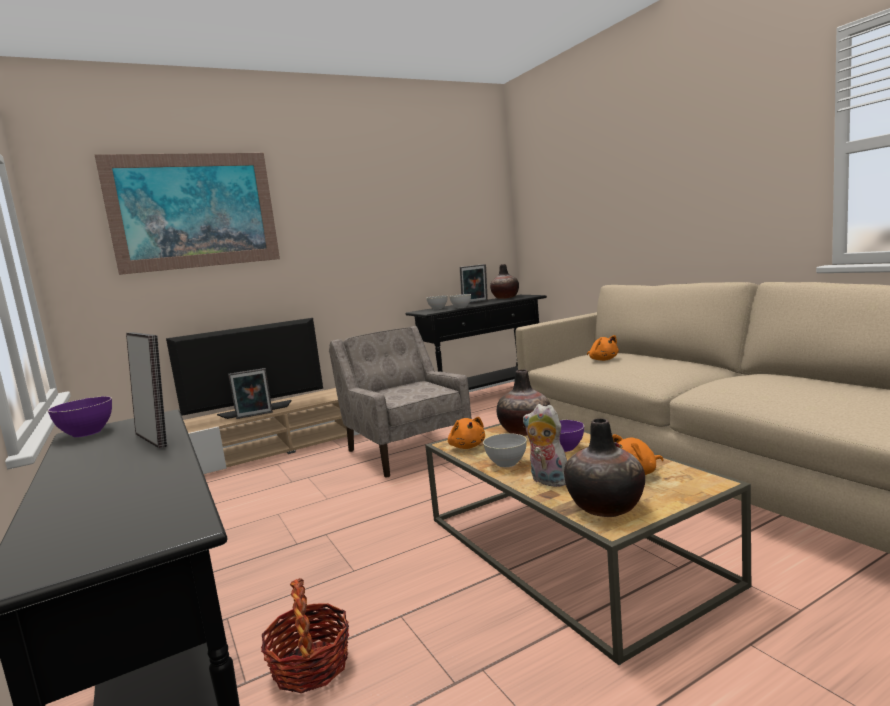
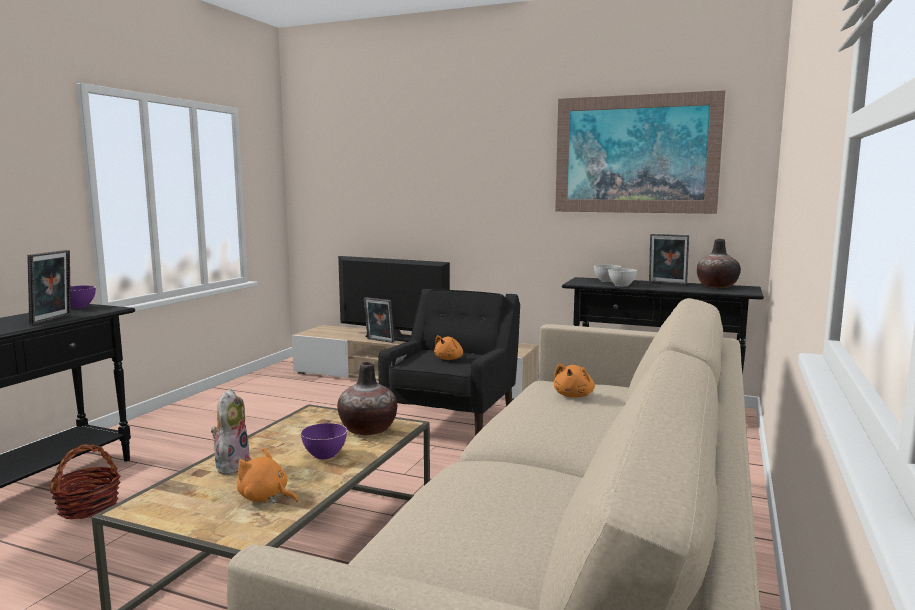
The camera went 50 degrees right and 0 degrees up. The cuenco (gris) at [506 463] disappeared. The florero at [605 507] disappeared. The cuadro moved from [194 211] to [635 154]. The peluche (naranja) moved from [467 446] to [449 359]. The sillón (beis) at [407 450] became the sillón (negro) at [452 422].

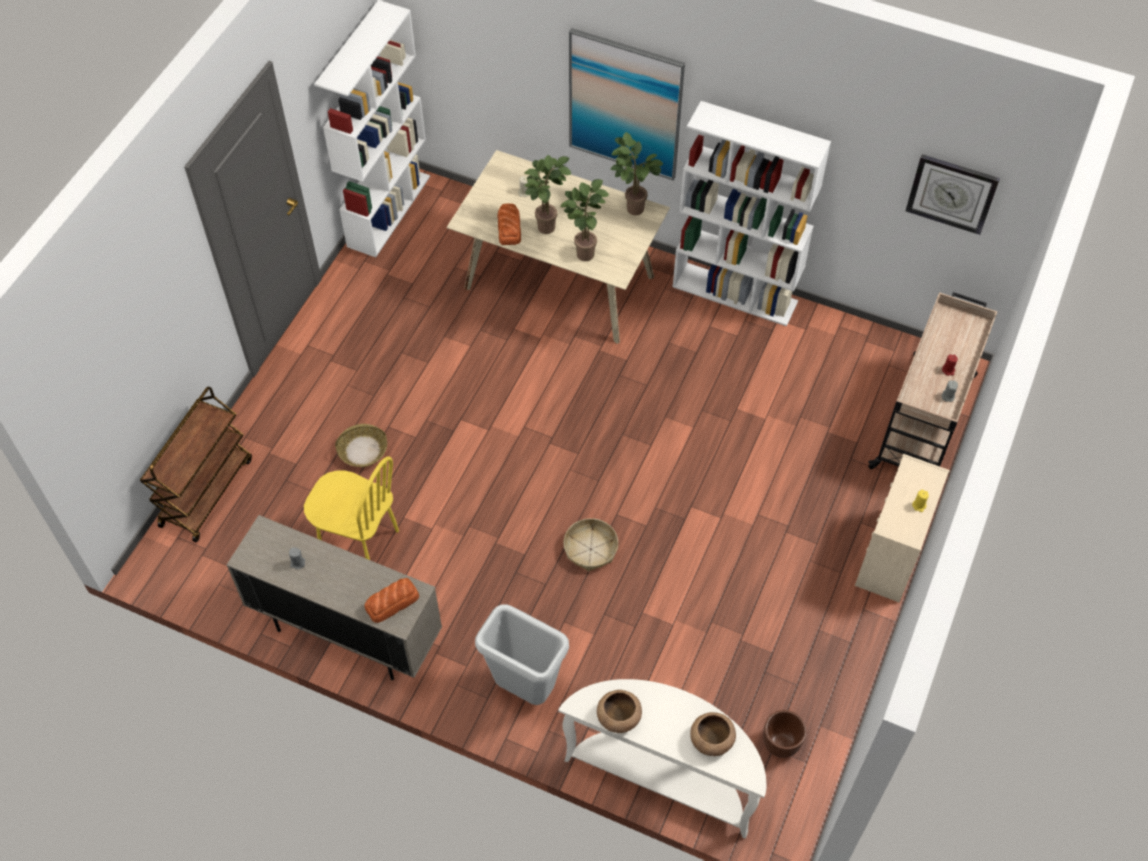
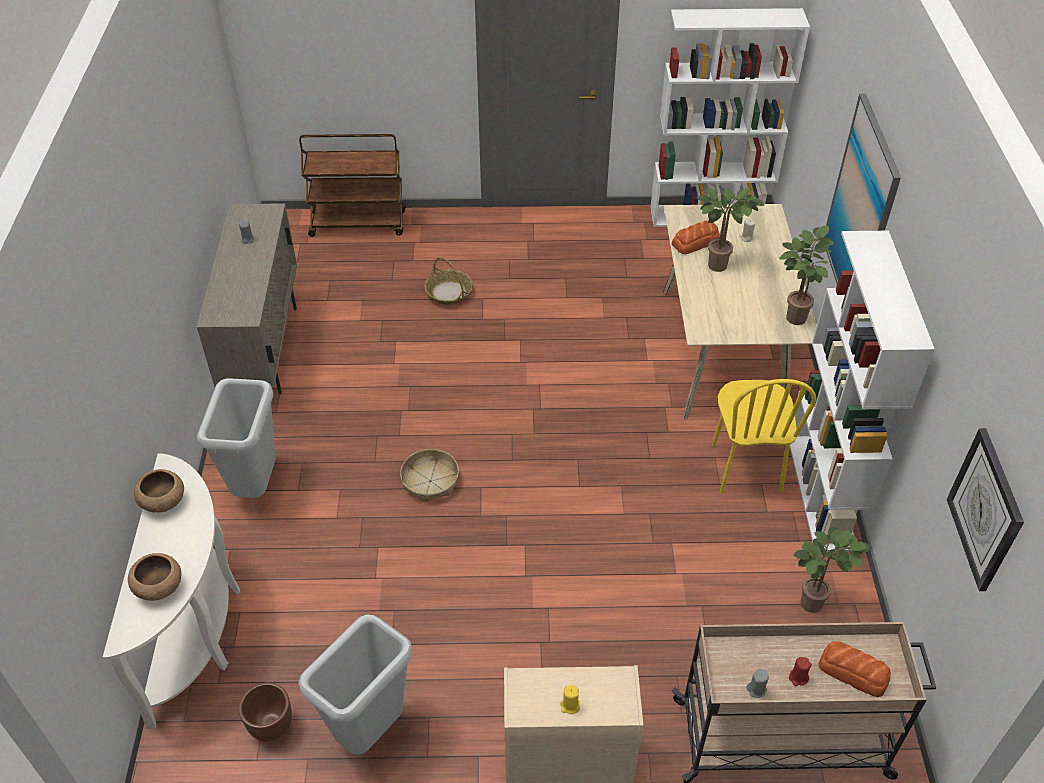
The camera went 65 degrees right and 10 degrees down. The papelera (gris) at [371 732] appeared. The silla (amarillo) moved from [359 543] to [745 467]. The pan moved from [393 602] to [854 673]. The planta en maceta moved from [584 252] to [813 601].

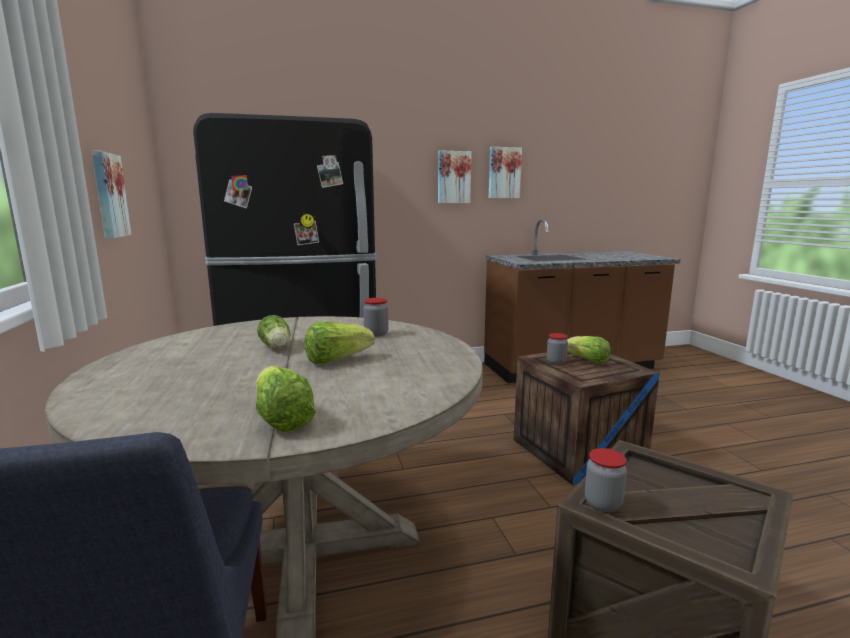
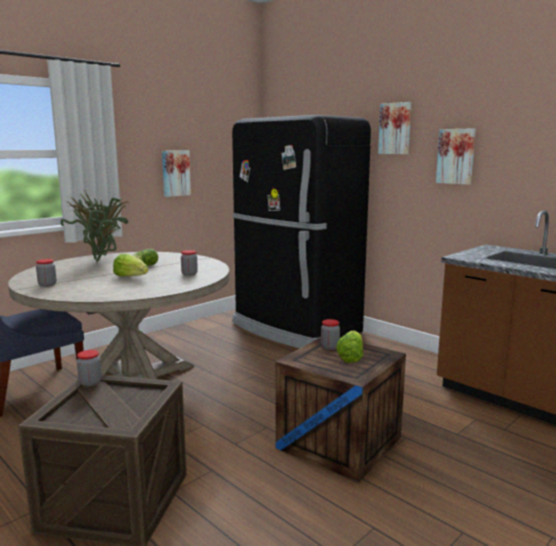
The camera went 60 degrees right and 0 degrees up. The planta en maceta at [103 260] appeared. The cuadro moved from [504 173] to [395 128]. The lechuga at [282 419] was replaced by the tarro at [47 285].

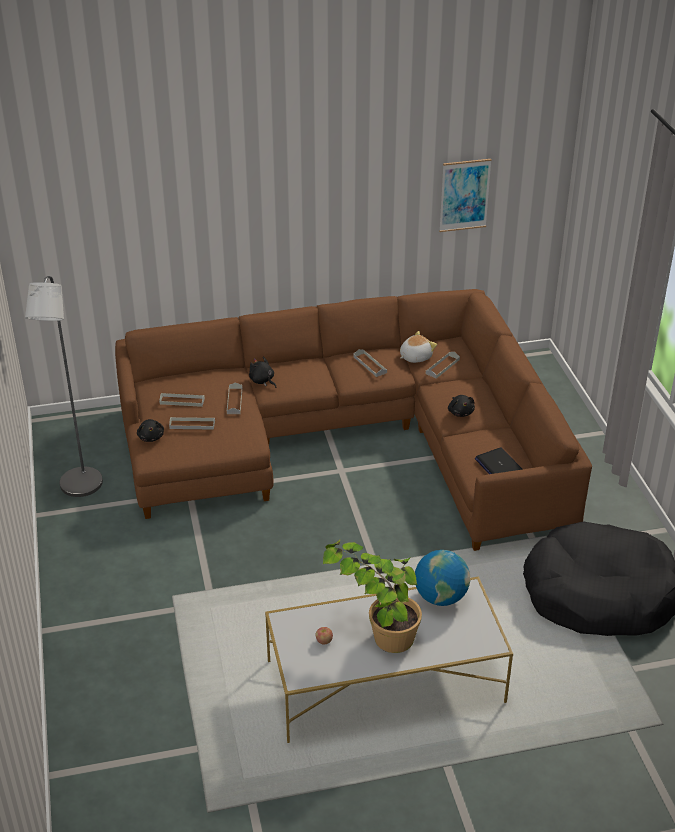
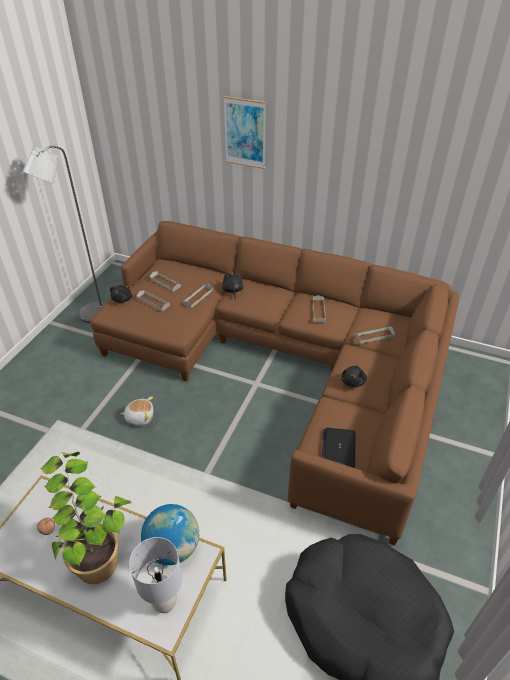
The camera went 35 degrees right and 5 degrees up. The lámpara de mesa (gris) at [164 603] appeared. The peluche moved from [415 357] to [140 417]. The cuadro moved from [464 195] to [245 133].

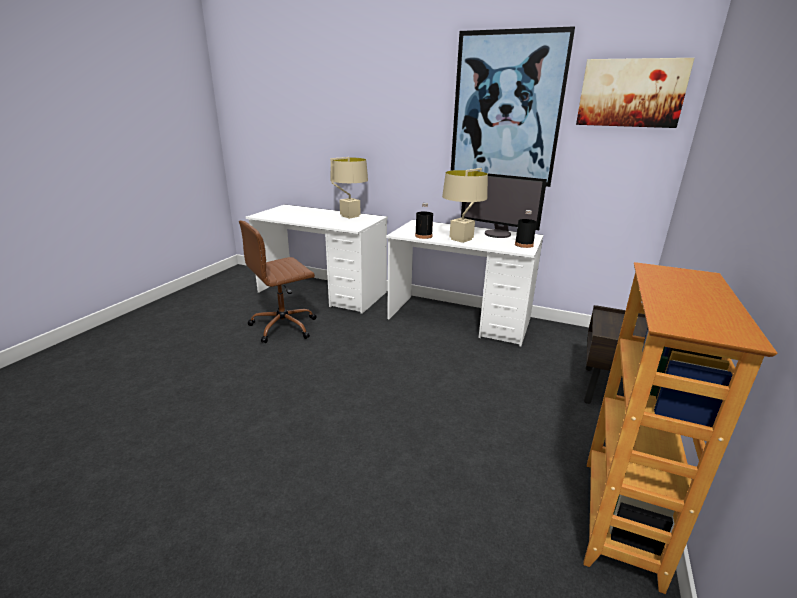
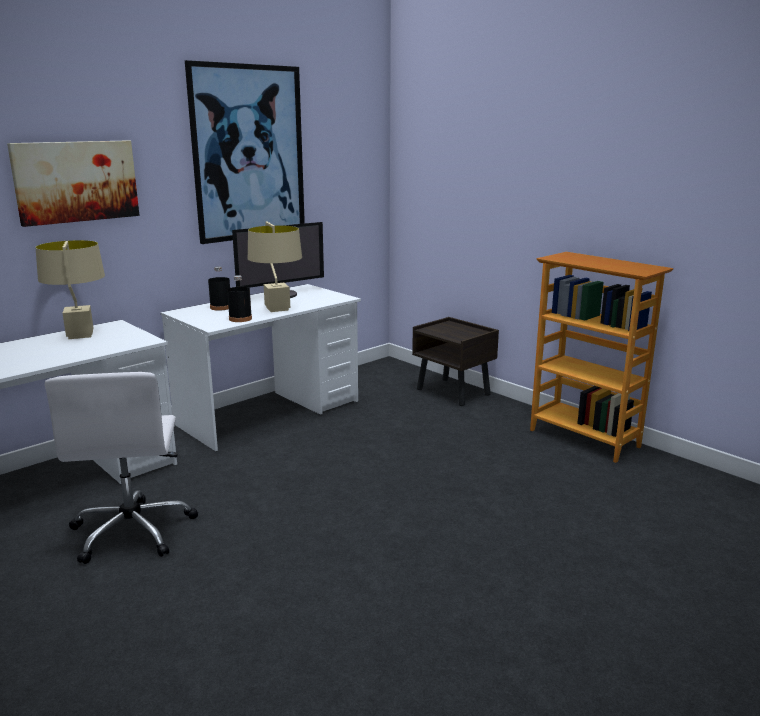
The camera went 65 degrees left and 5 degrees down. The botella (negro) moved from [524 245] to [221 307]. The cuadro moved from [631 93] to [76 181]. The silla de oficina (marrón) at [284 326] became the silla de oficina (blanco) at [133 530].

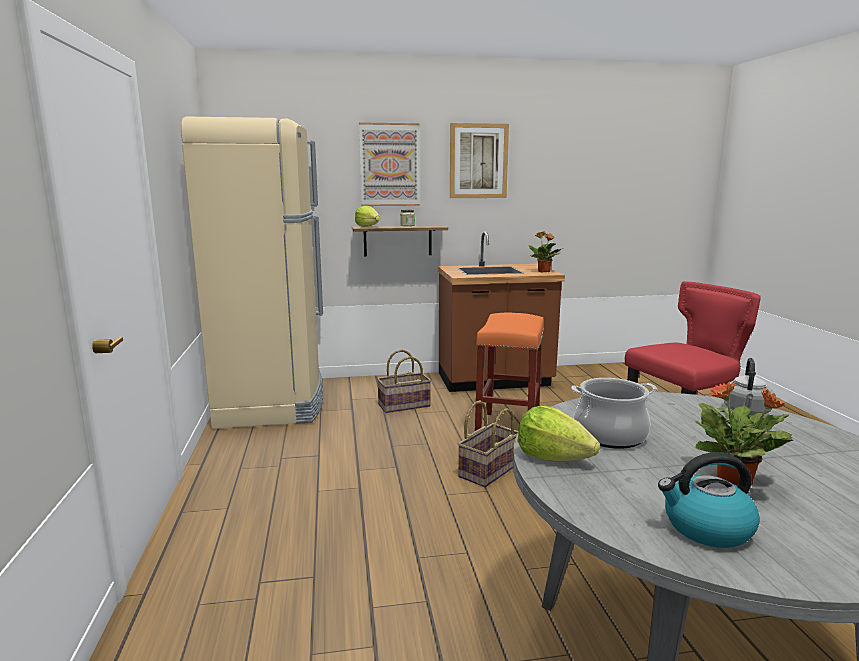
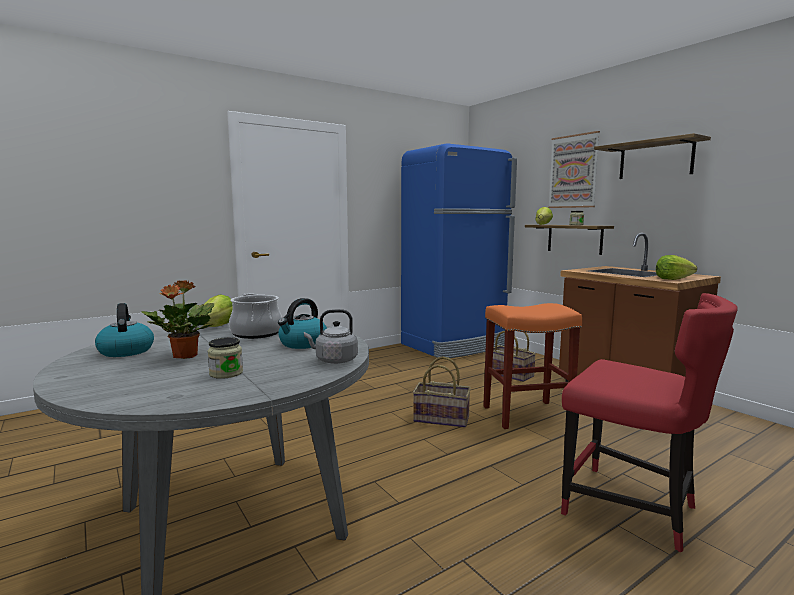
The camera went 65 degrees right and 5 degrees down. The tarro at [226 373] appeared. The hervidor at [303 344] appeared. The cuadro at [478 161] was replaced by the estante at [655 160]. The planta en maceta at [544 271] was replaced by the lechuga at [672 279]. The nevera (beis) at [272 402] became the nevera (azul) at [455 345].

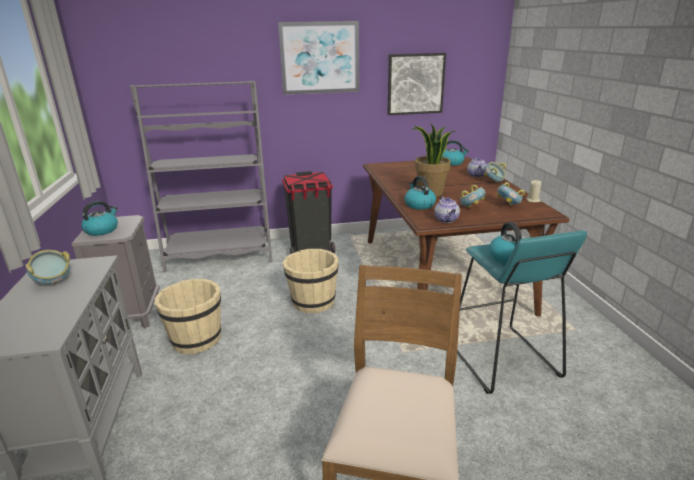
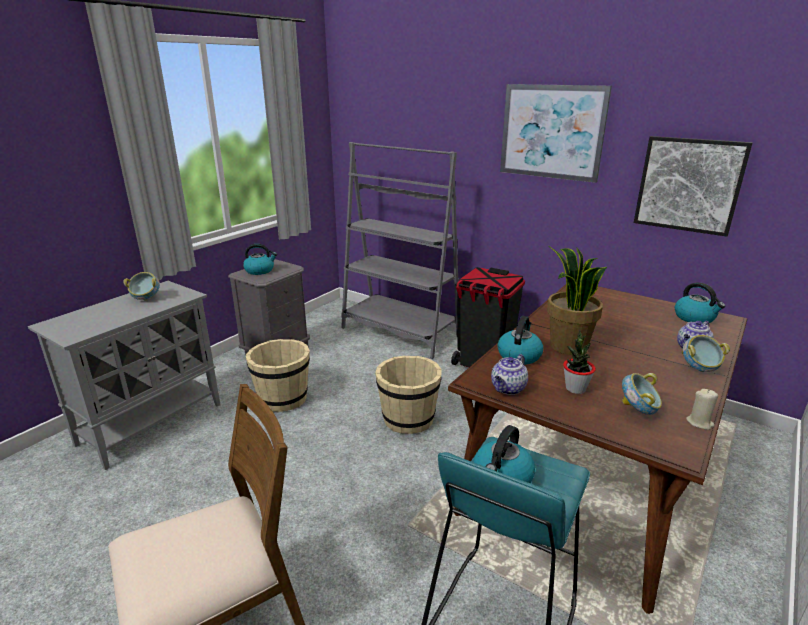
The camera went 45 degrees right and 0 degrees up. The cuenco at [471 208] was replaced by the planta en maceta at [575 388].

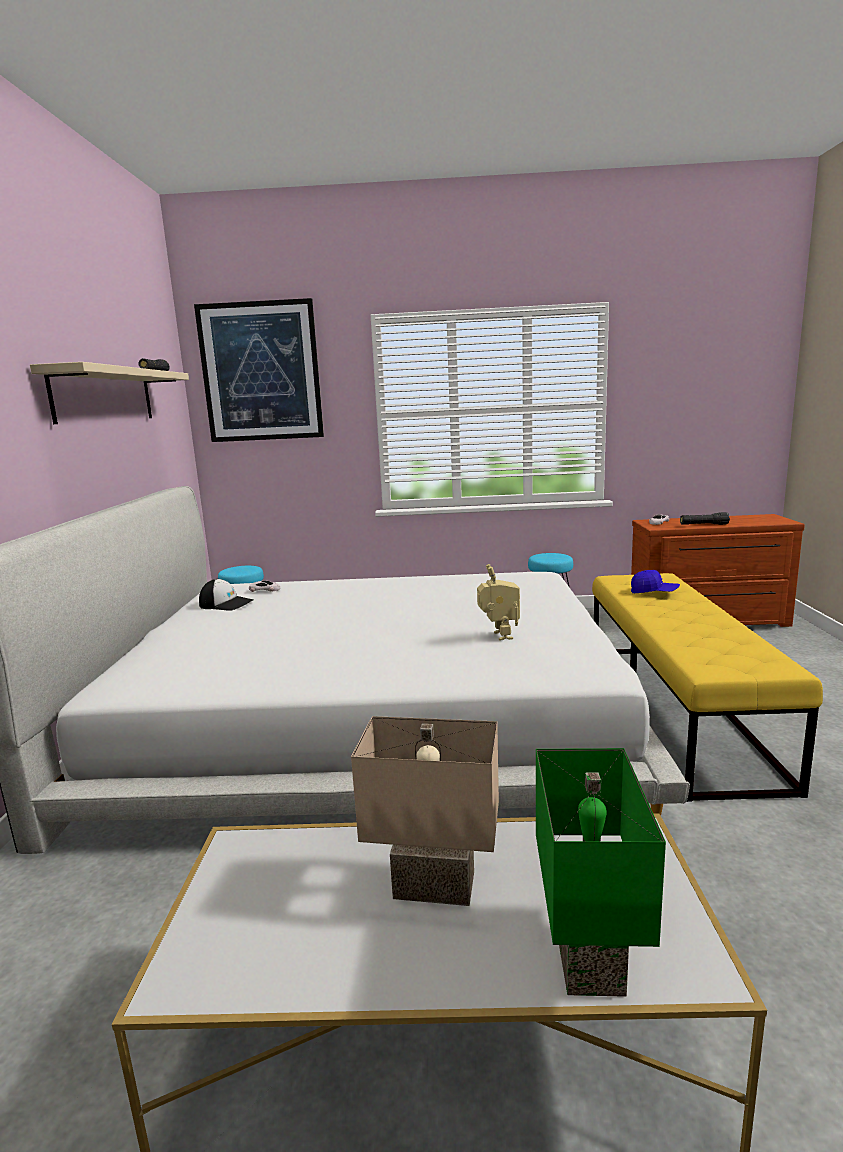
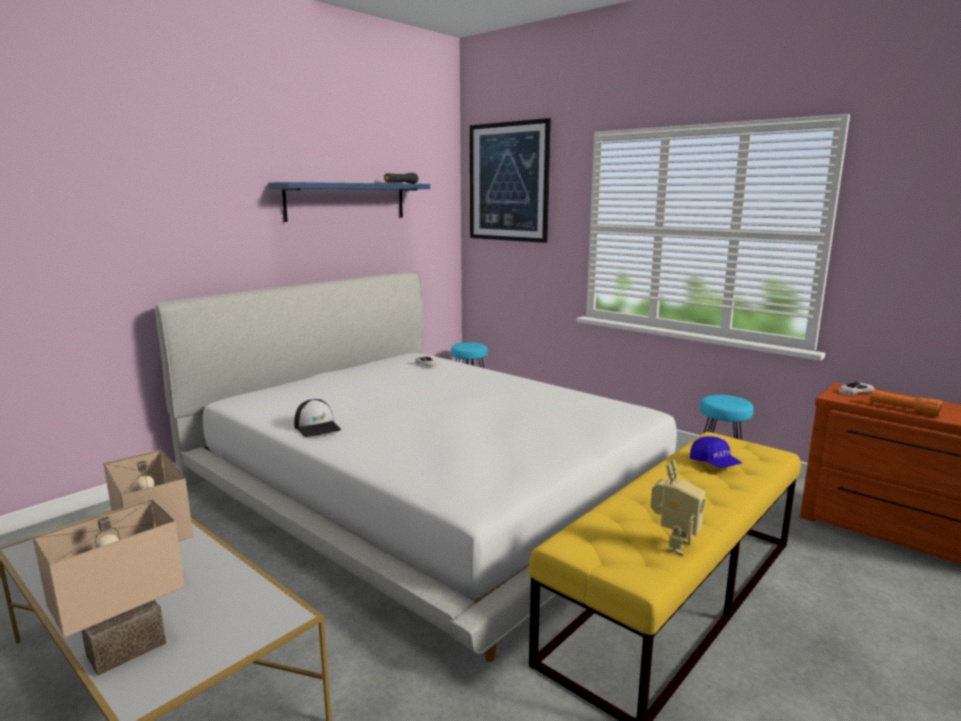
The camera went 40 degrees right and 0 degrees up. The gorra moved from [226 604] to [317 427]. The robot de juguete moved from [498 636] to [673 545]. The estante (beis) at [105 395] became the estante (azul) at [347 201]. The lámpara de mesa (verde) at [593 958] became the lámpara de mesa (beis) at [126 651]. The linterna (negro) at [703 525] became the linterna (naranja) at [903 409].

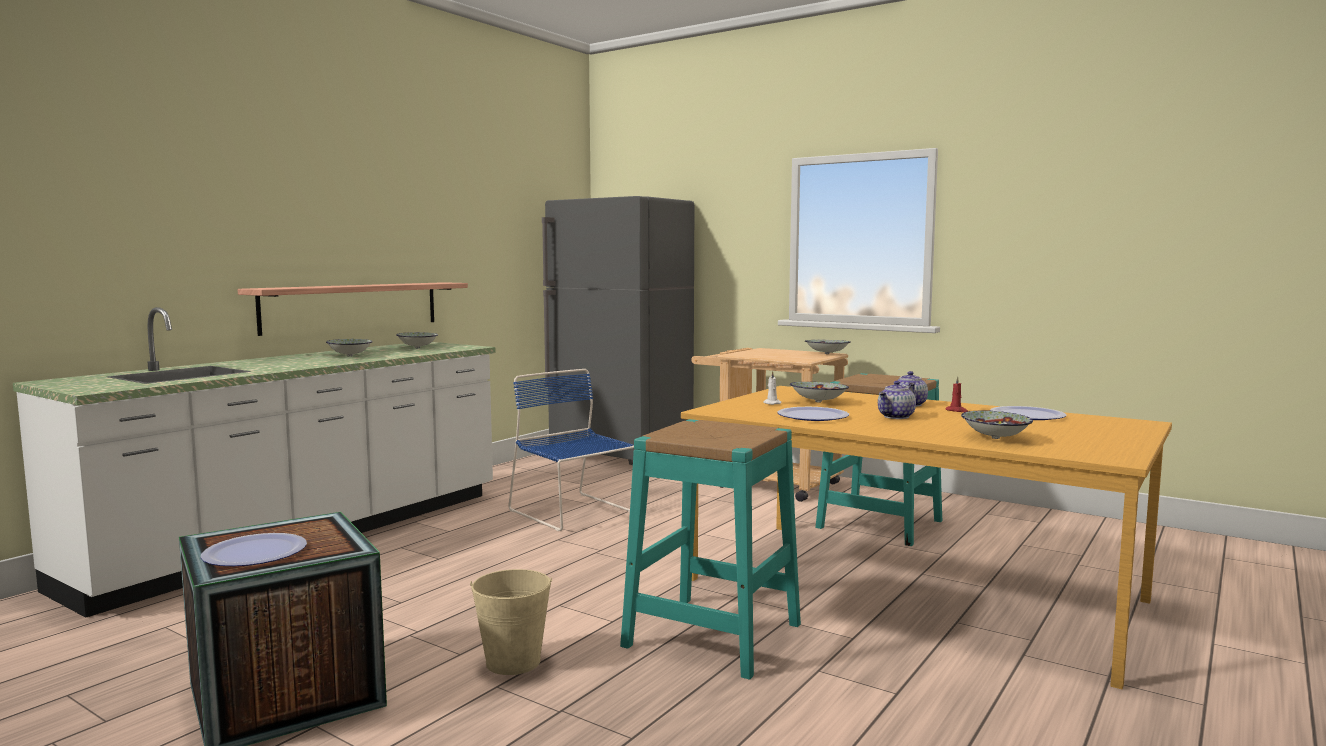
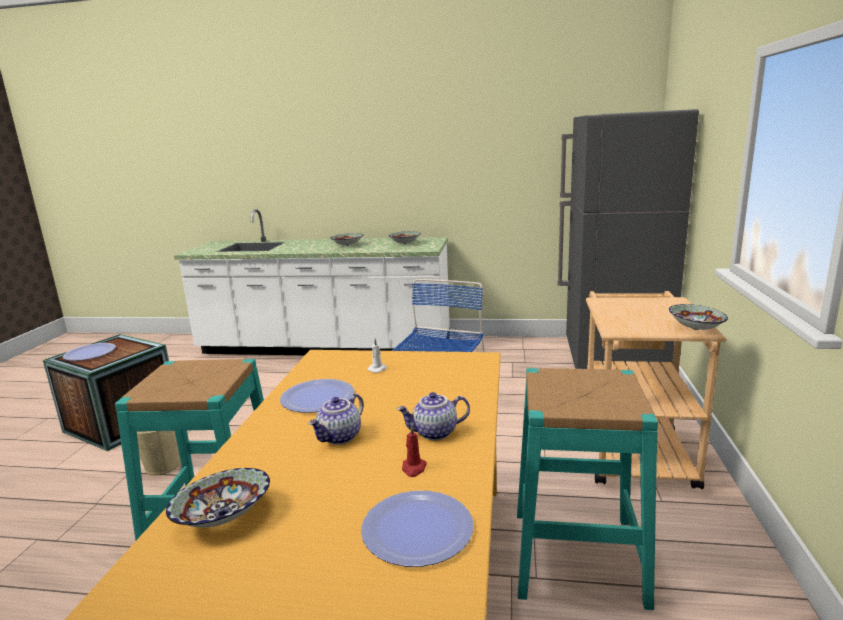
The camera went 65 degrees right and 10 degrees up. The estante at [352 306] disappeared. The cuenco at [818 402] disappeared. The tetera at [896 417] turned 75 degrees counterclockwise.

